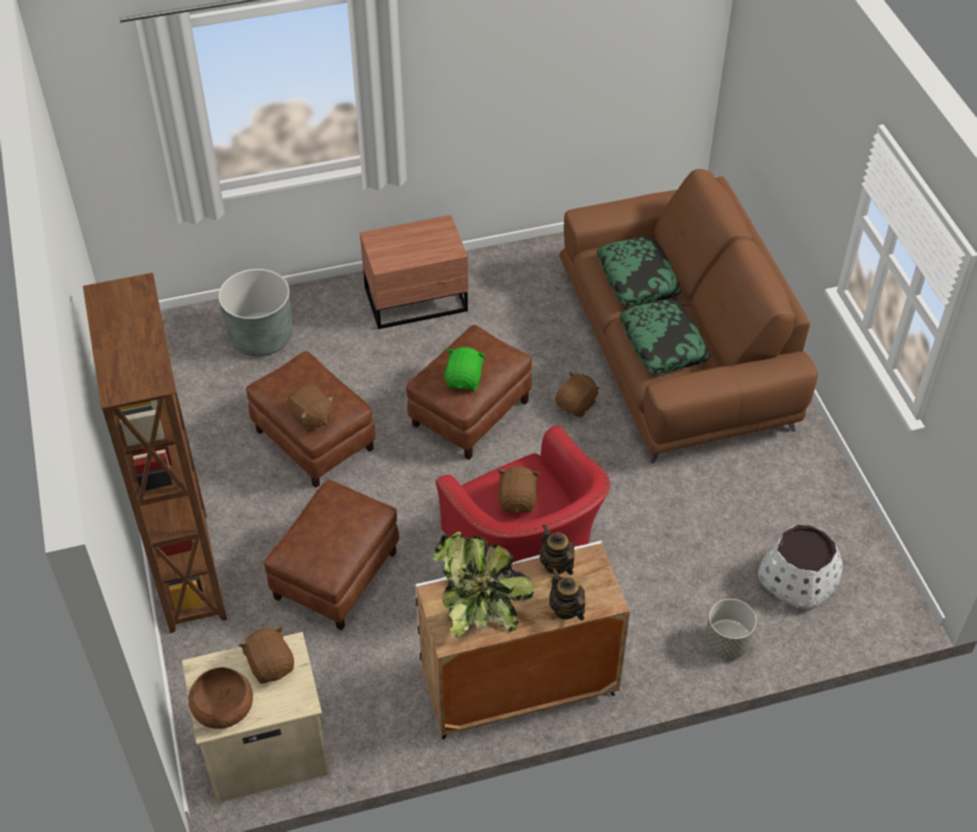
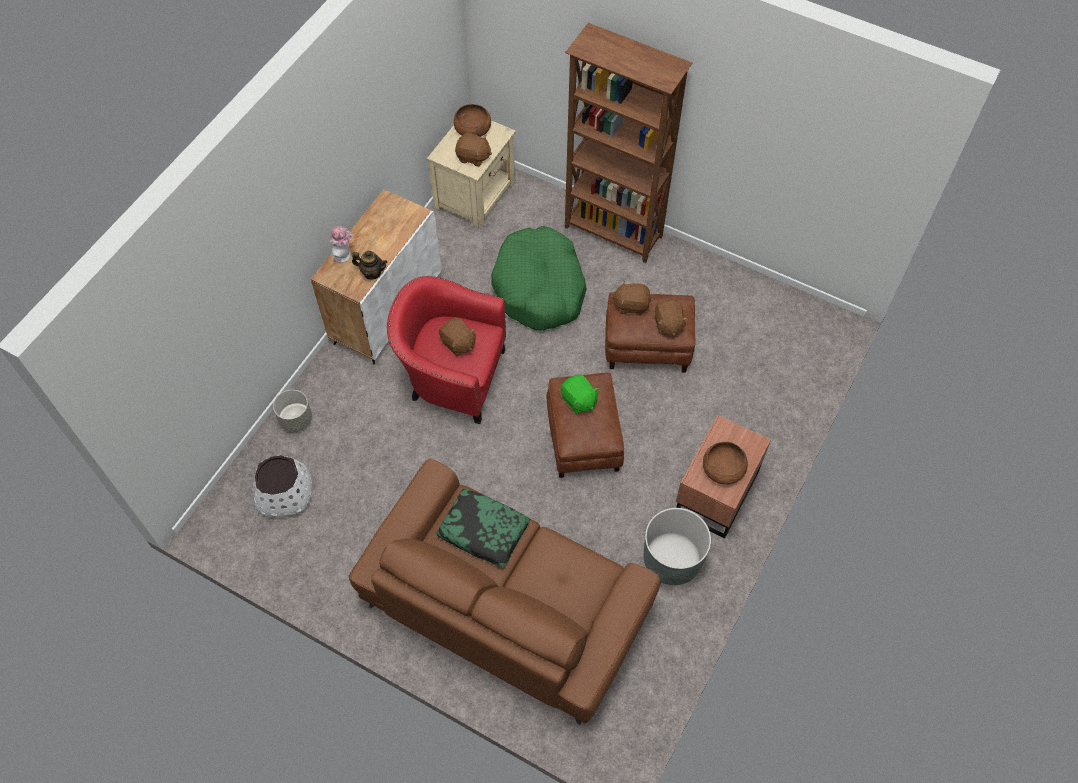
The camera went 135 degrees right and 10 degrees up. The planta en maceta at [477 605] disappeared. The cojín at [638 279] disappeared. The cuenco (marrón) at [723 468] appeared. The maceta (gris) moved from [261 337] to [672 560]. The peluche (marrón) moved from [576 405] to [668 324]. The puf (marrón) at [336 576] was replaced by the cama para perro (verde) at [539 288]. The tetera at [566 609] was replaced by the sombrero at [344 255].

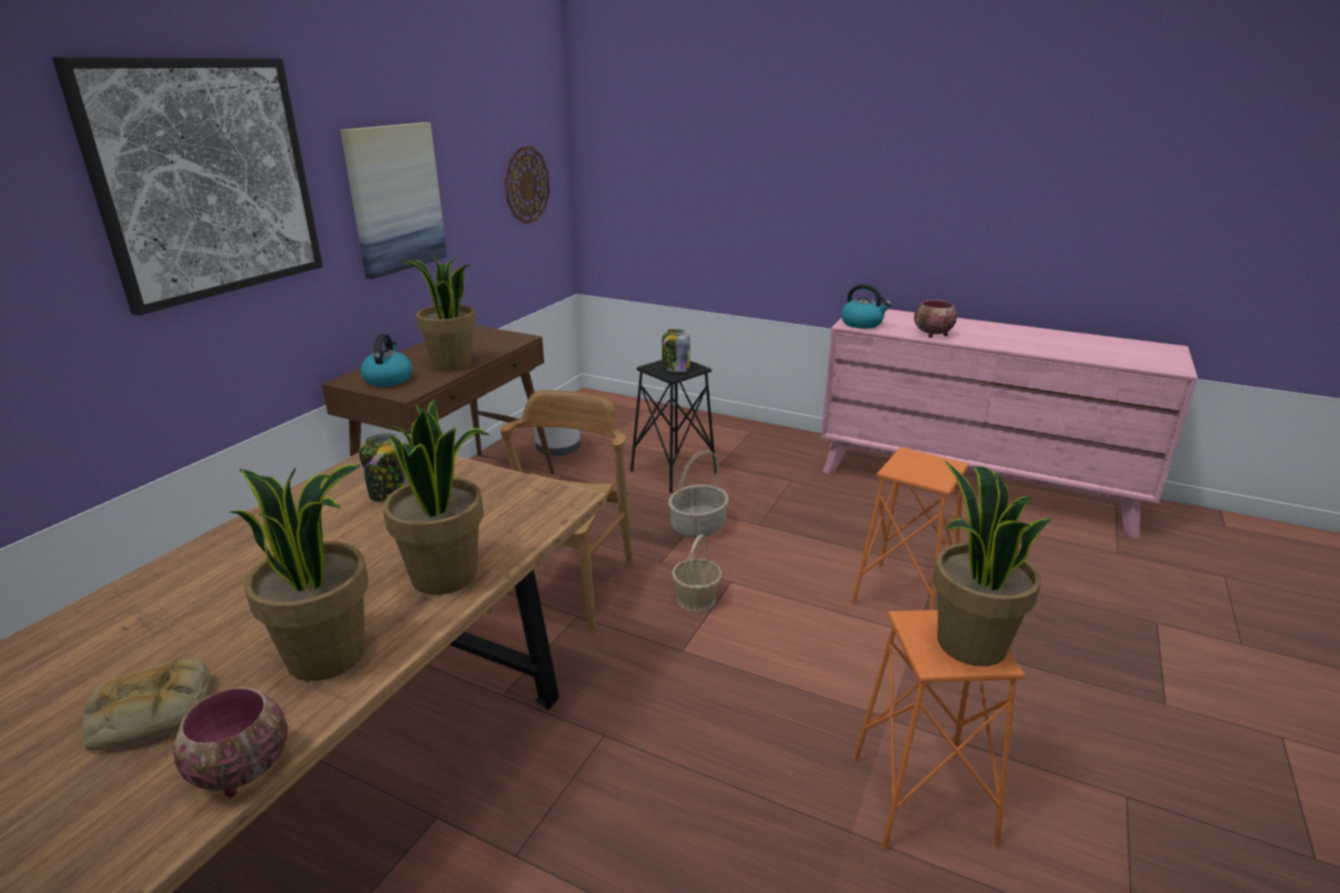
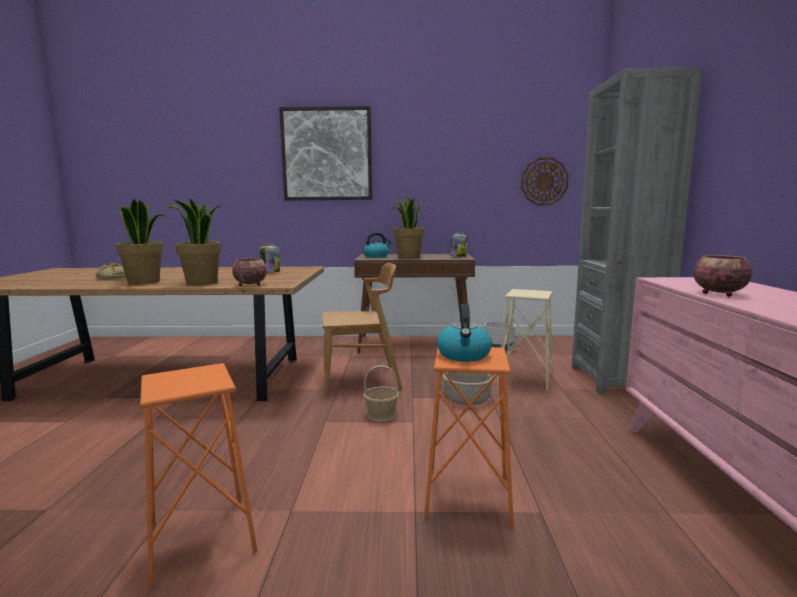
The camera went 65 degrees right and 15 degrees down. The cuadro at [395 198] disappeared. The planta en maceta at [969 644] disappeared. The estantería (gris) at [615 379] appeared. The cuenco moved from [239 771] to [250 285]. The tarro moved from [675 369] to [458 256]. The hervidor moved from [862 323] to [464 355]. The taburete (negro) at [673 472] became the taburete (beis) at [525 378].

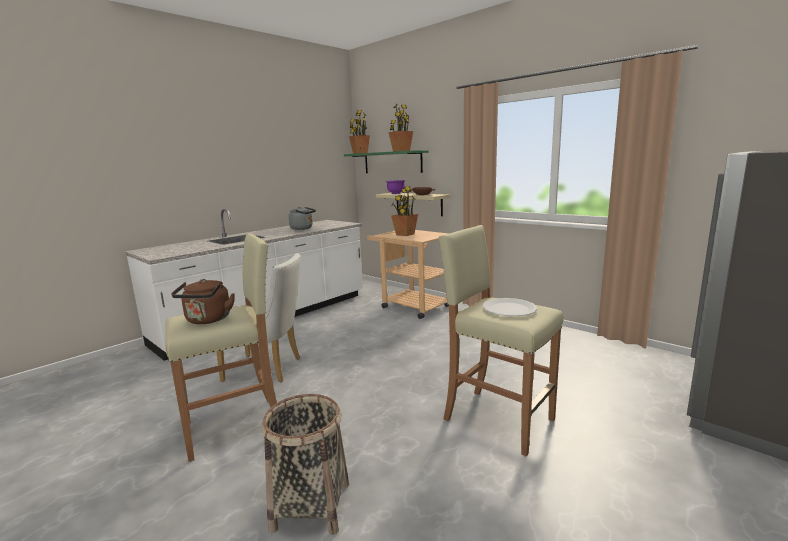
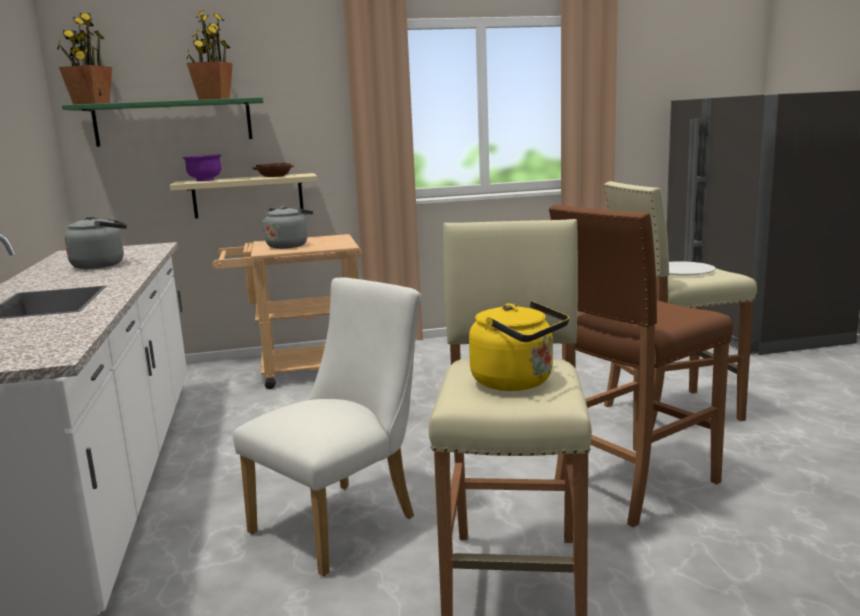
The camera went 55 degrees left and 0 degrees up. The cesta at [310 506] disappeared. The taburete (marrón) at [634 484] appeared. The planta en maceta at [405 234] was replaced by the hervidor (gris) at [288 246]. The hervidor (marrón) at [207 320] became the hervidor (amarillo) at [517 382].

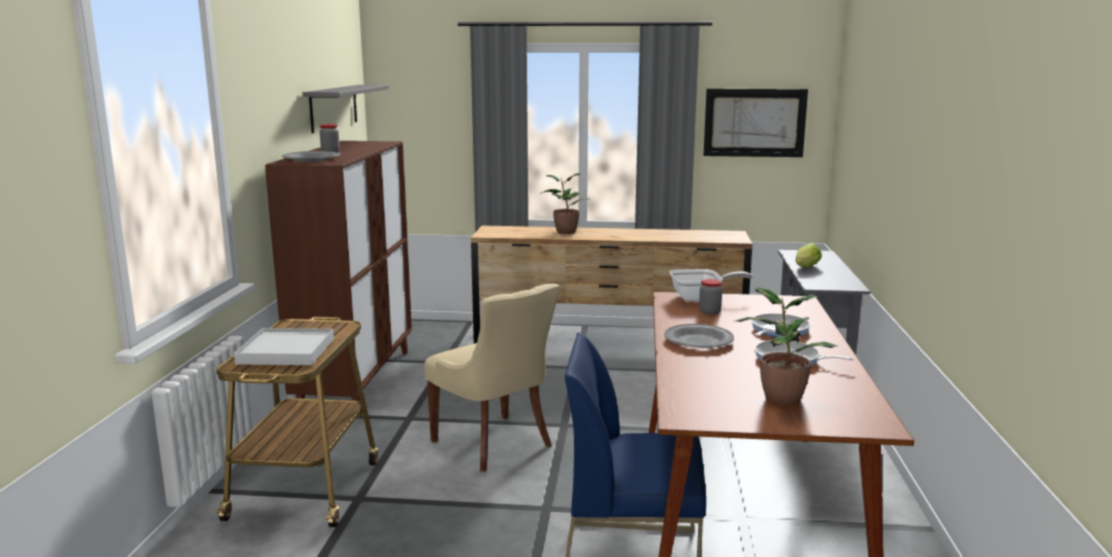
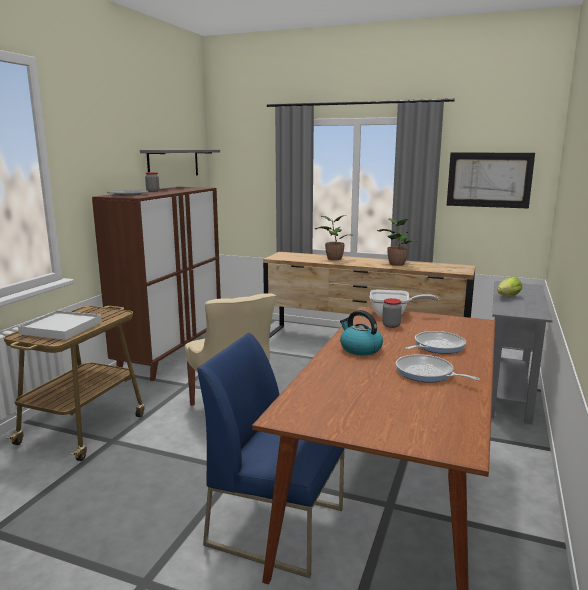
The camera went 15 degrees right and 0 degrees up. The planta en maceta moved from [779 397] to [396 264]. The plato (gris) at [699 341] was replaced by the hervidor at [360 349].

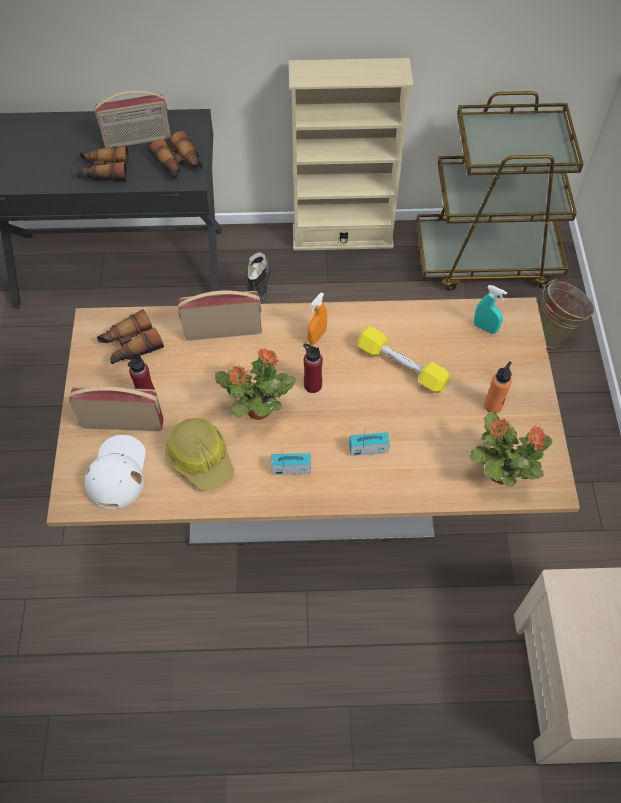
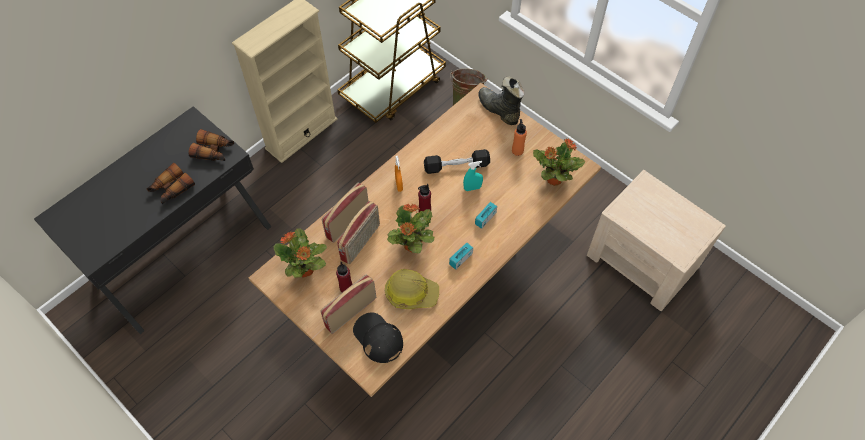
The camera went 45 degrees left and 0 degrees up. The radio moved from [137 140] to [361 242]. The bota (negro) moved from [258 287] to [498 110]. The pulverizador (turquesa) moved from [485 328] to [472 188]. The prismáticos at [130 345] was replaced by the planta en maceta at [305 270]. The gorra (blanco) at [117 473] became the gorra (negro) at [378 338]. The mancuerna (amarillo) at [401 366] became the mancuerna (negro) at [456 166].

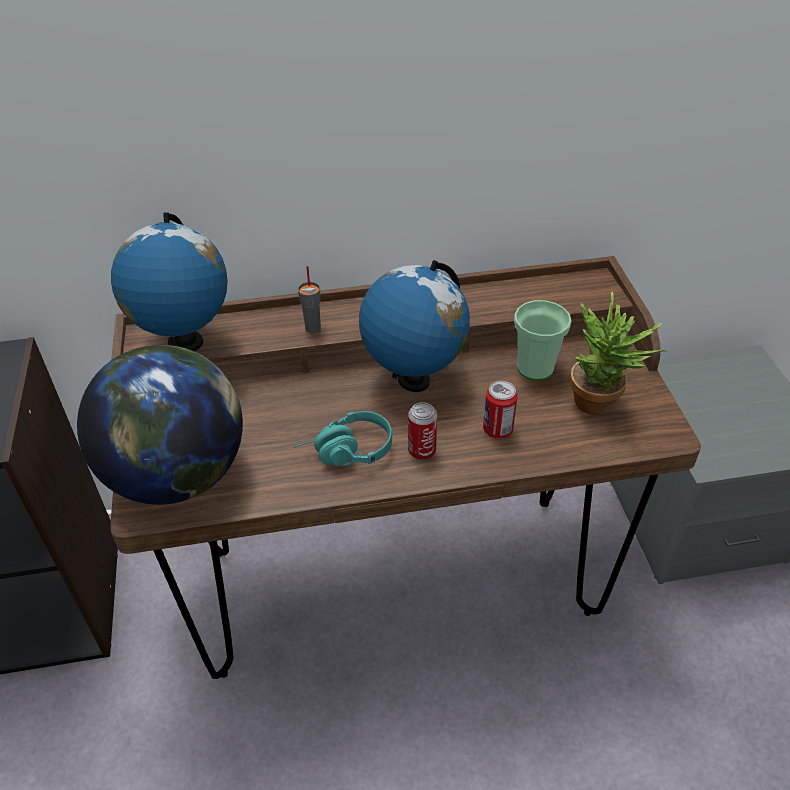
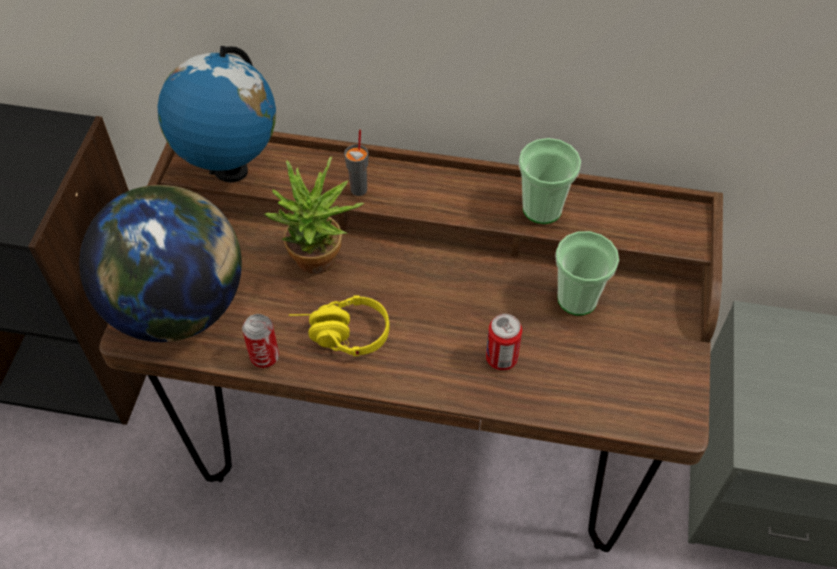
The camera went 20 degrees right and 10 degrees up. The globo terráqueo at [413 380] disappeared. The taza at [542 209] appeared. The lata moved from [422 451] to [264 357]. The planta en maceta moved from [601 405] to [320 264]. The auriculares (turquesa) at [345 453] became the auriculares (amarillo) at [339 335].

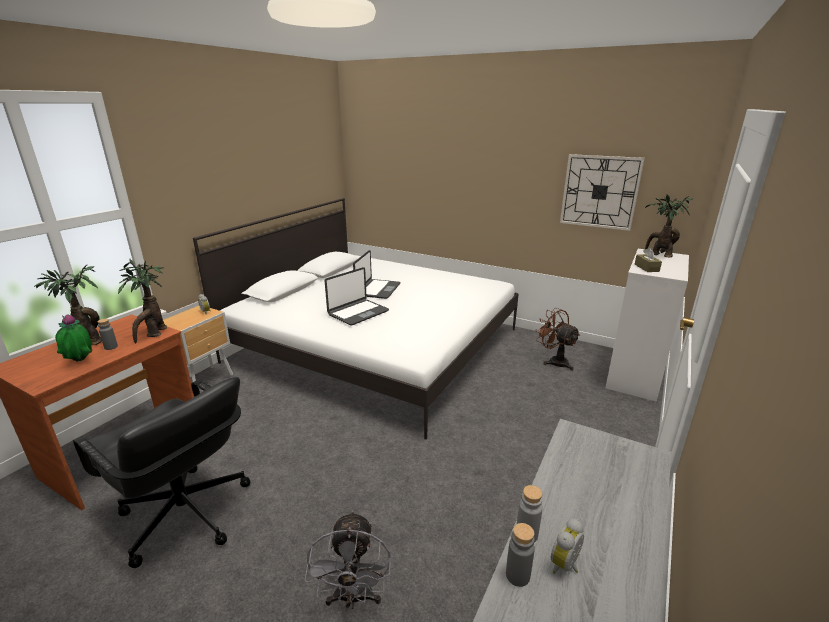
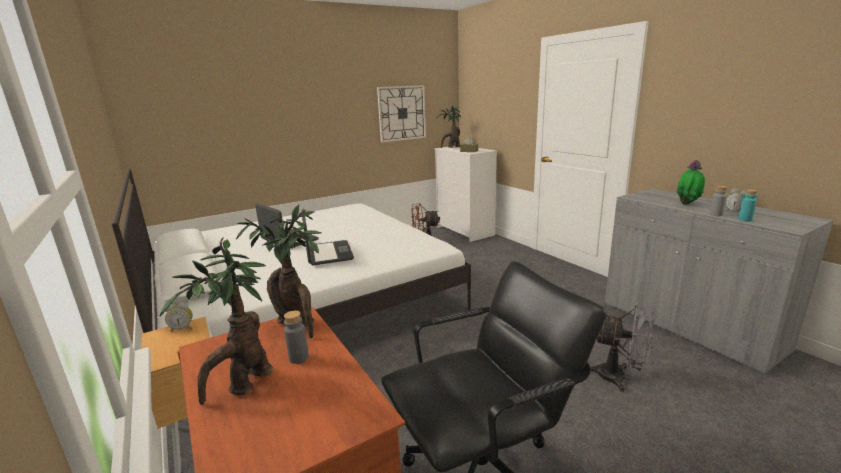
The camera went 60 degrees left and 5 degrees down. The planta en maceta moved from [80 362] to [688 204]. The botella (gris) at [517 575] became the botella (turquesa) at [745 219].

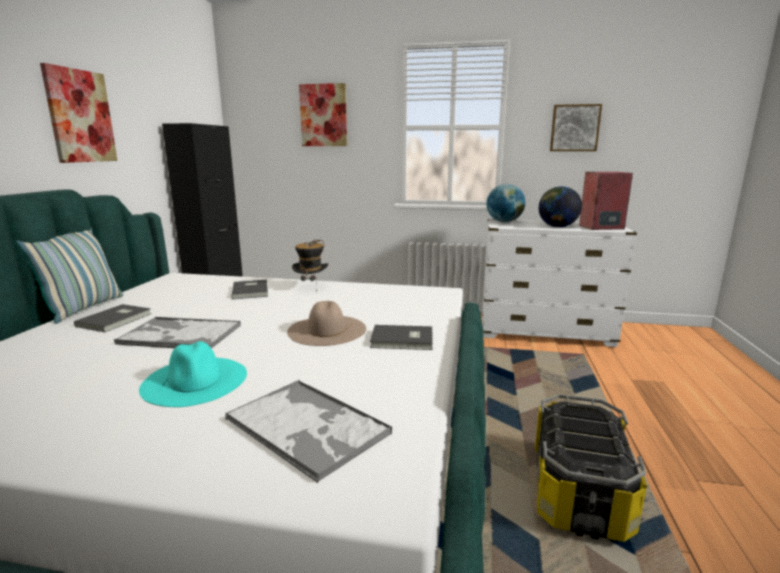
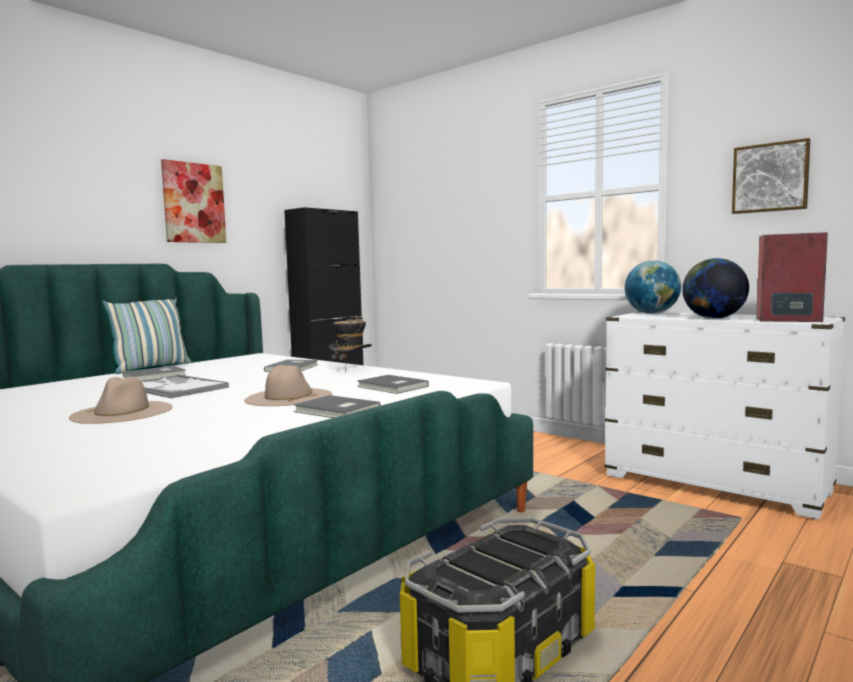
The camera went 30 degrees right and 10 degrees down. The bandeja at [308 427] disappeared. The cuadro at [323 115] disappeared. The libro (gris) at [392 387] appeared. The sombrero (turquesa) at [195 380] became the sombrero (beis) at [122 412].

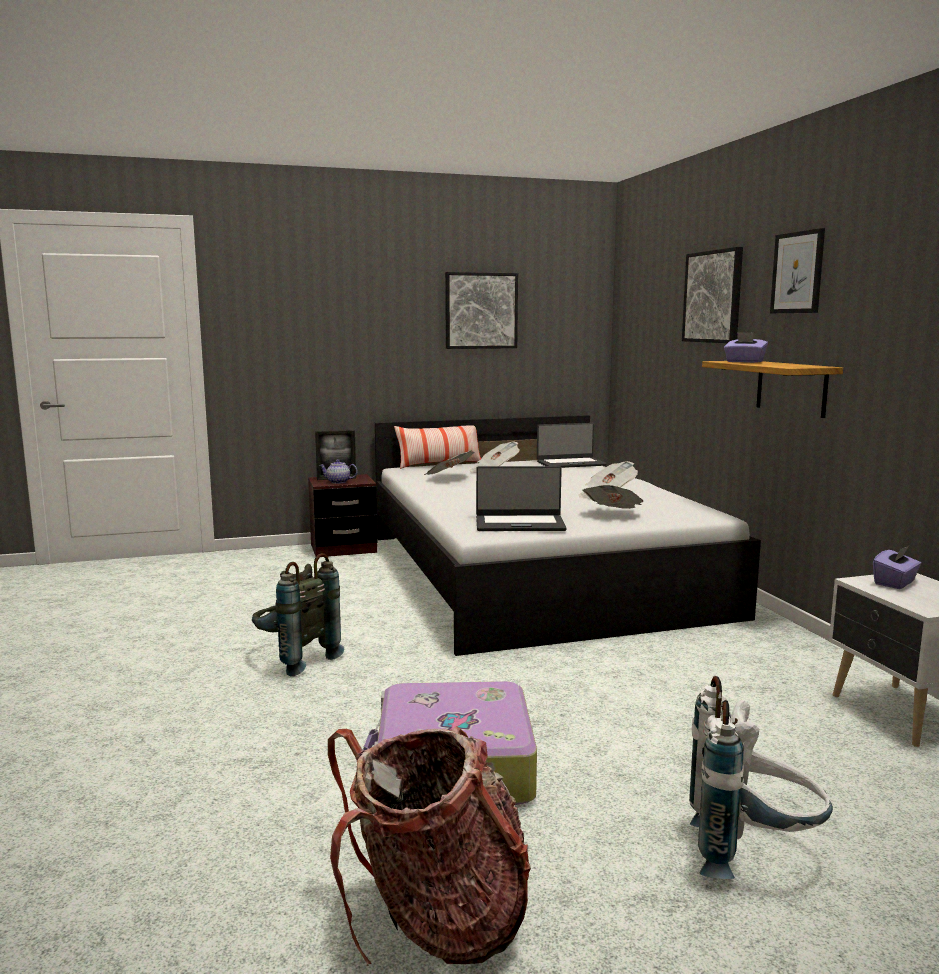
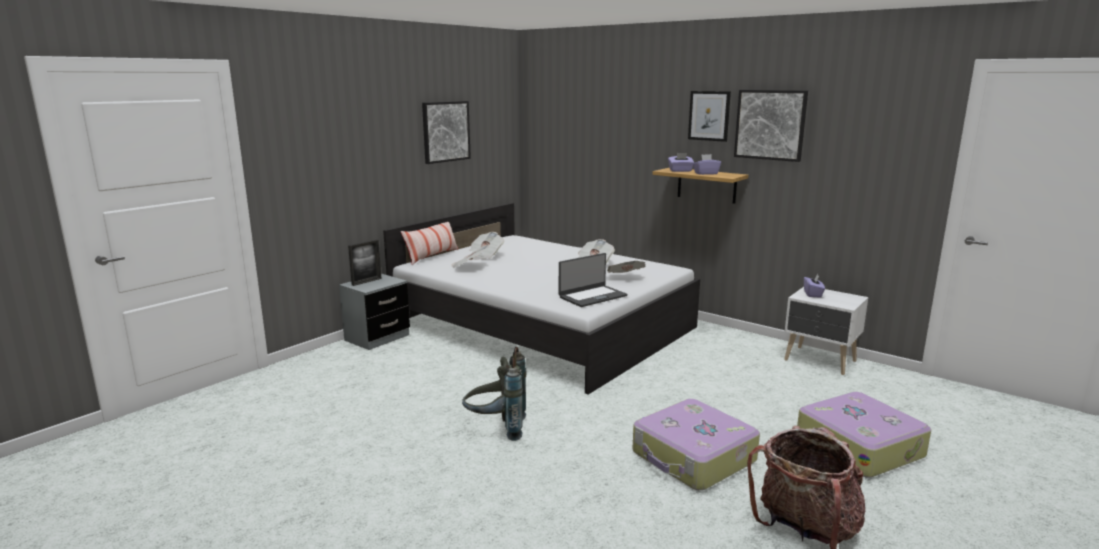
The camera went 35 degrees left and 5 degrees up. The tetera at [338 482] disappeared. The portátil at [570 463] disappeared. The caja de pañuelos (morado) at [706 173] appeared. The cuadro moved from [713 297] to [770 125]. The mochila (blanco) at [751 854] was replaced by the maleta at [859 446]. The mesita de noche (marrón) at [343 549] became the mesita de noche (gris) at [377 338].

